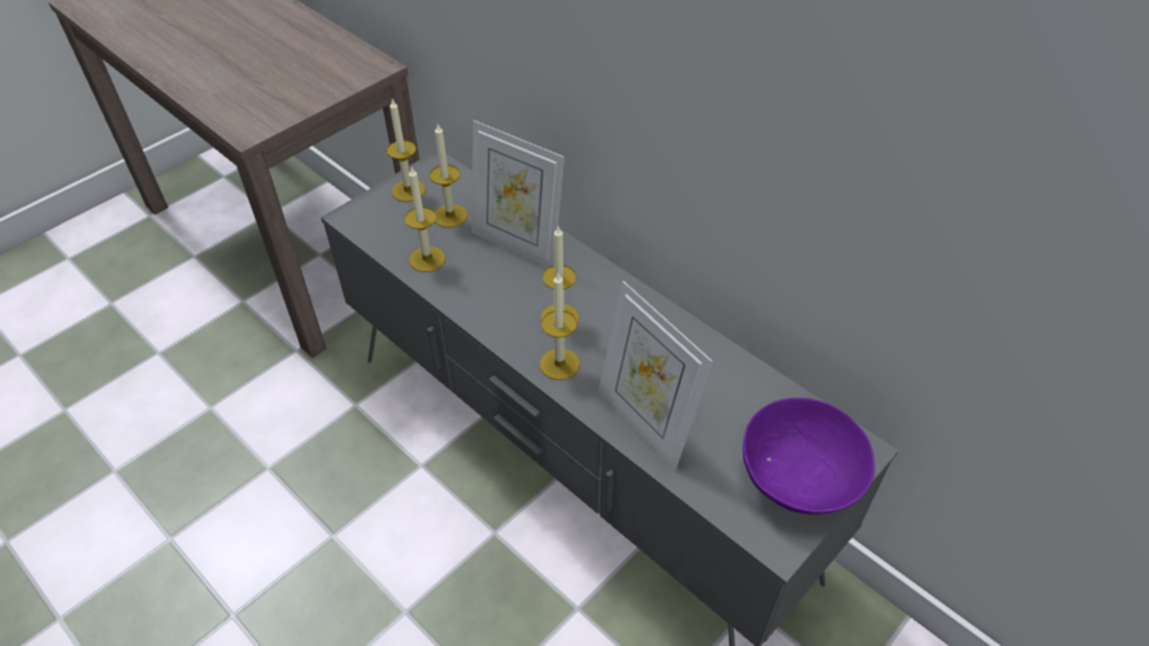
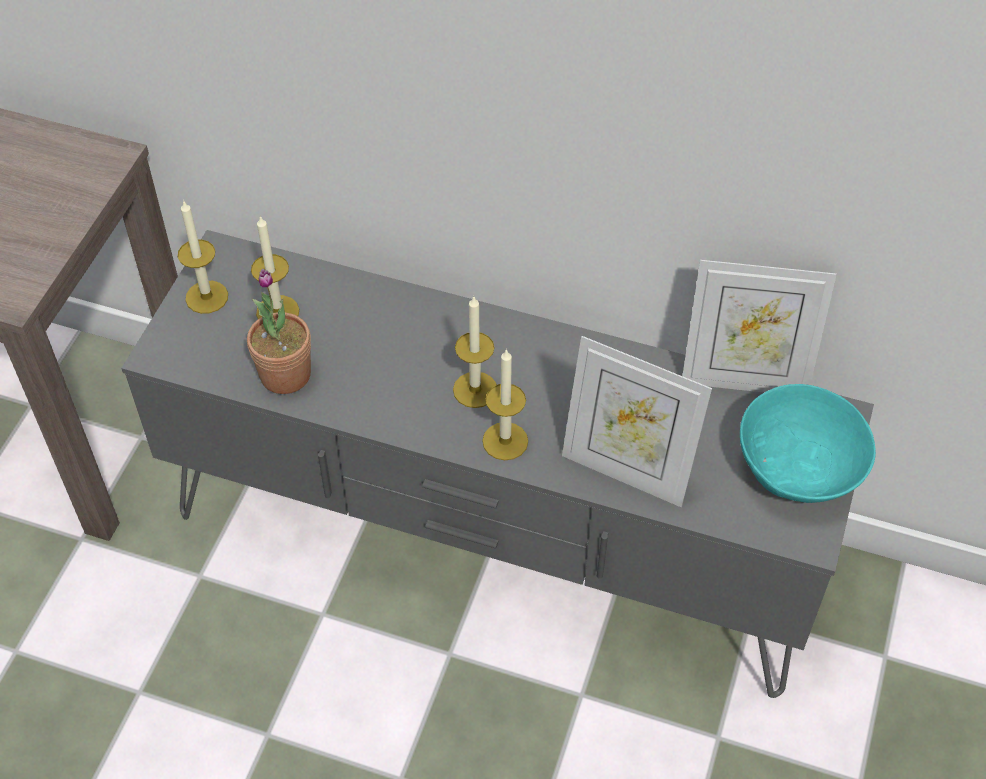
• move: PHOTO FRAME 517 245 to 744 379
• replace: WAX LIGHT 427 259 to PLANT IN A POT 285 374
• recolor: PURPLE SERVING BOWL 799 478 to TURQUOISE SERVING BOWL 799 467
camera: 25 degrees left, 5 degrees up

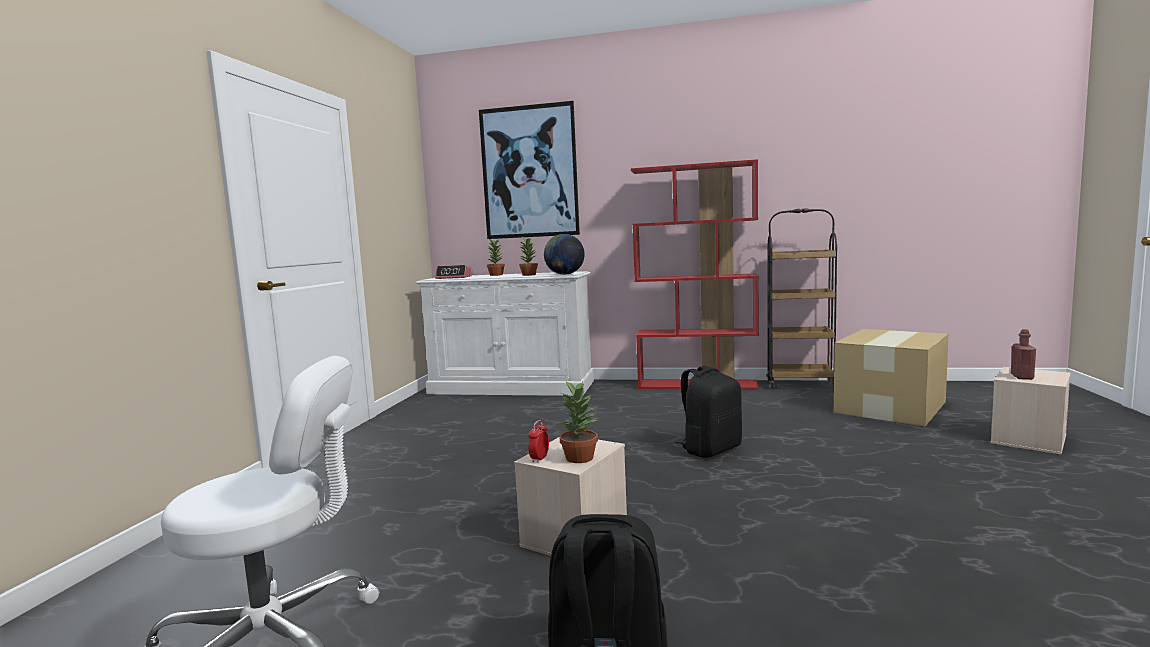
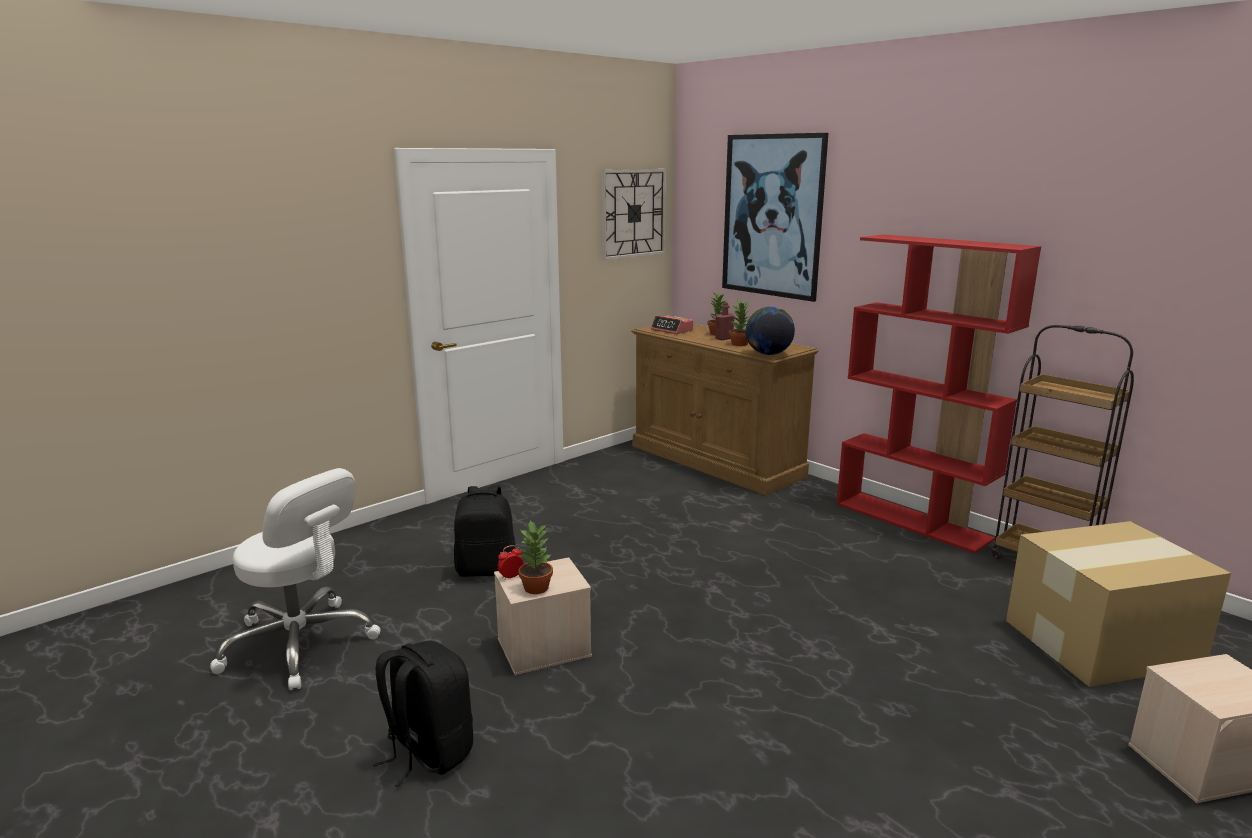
• recolor: WHITISH STORAGE CABINET 512 387 to BROWN STORAGE CABINET 716 461
• move: RED-COLOURED BEVERAGE BOTTLE 1022 377 to 724 338
• move: BLACKISH RUCKSACK 710 449 to 487 569
• insert: WALL CLOCK 633 213
camera: 35 degrees right, 10 degrees up

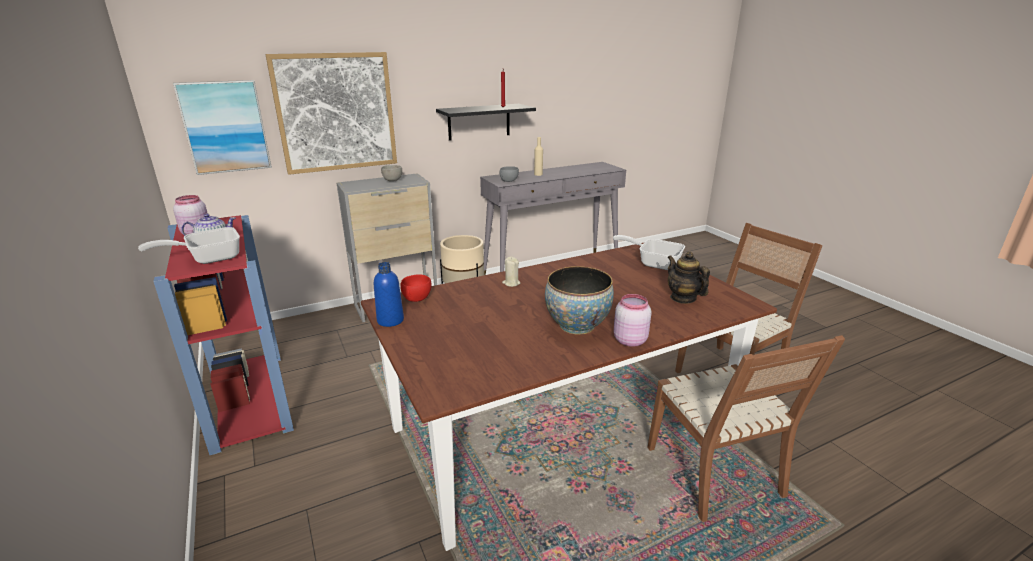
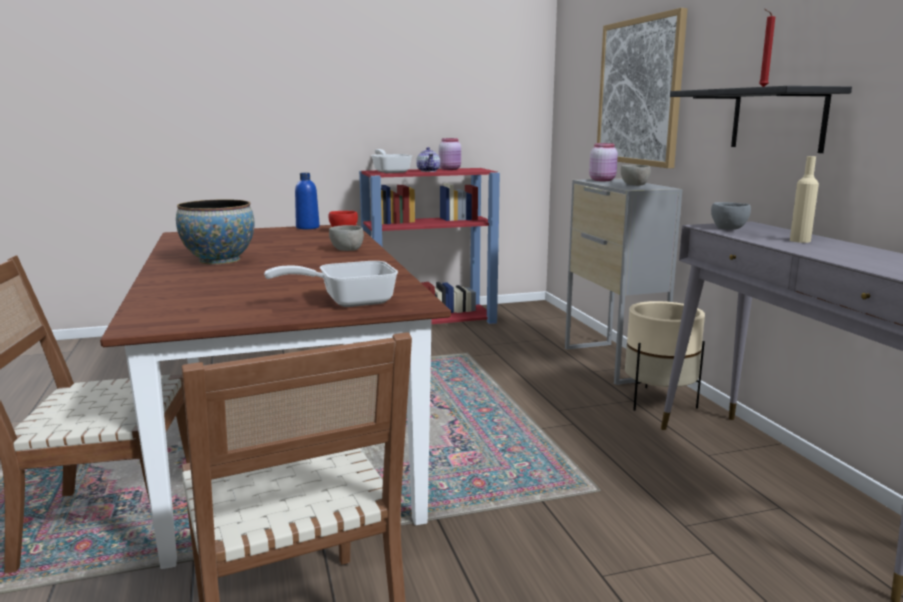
• delete: WALL ART 225 127
• rotate: FRYING PAN 654 263 = 348 301 150 degrees counterclockwise
• delete: TEA POT 683 298
• replace: BEIGE-COLOURED WAX LIGHT 511 283 to GREYISH SERVING BOWL 347 250
• move: PINKISH PRESERVE JAR 629 340 to 602 180
camera: 100 degrees right, 10 degrees down

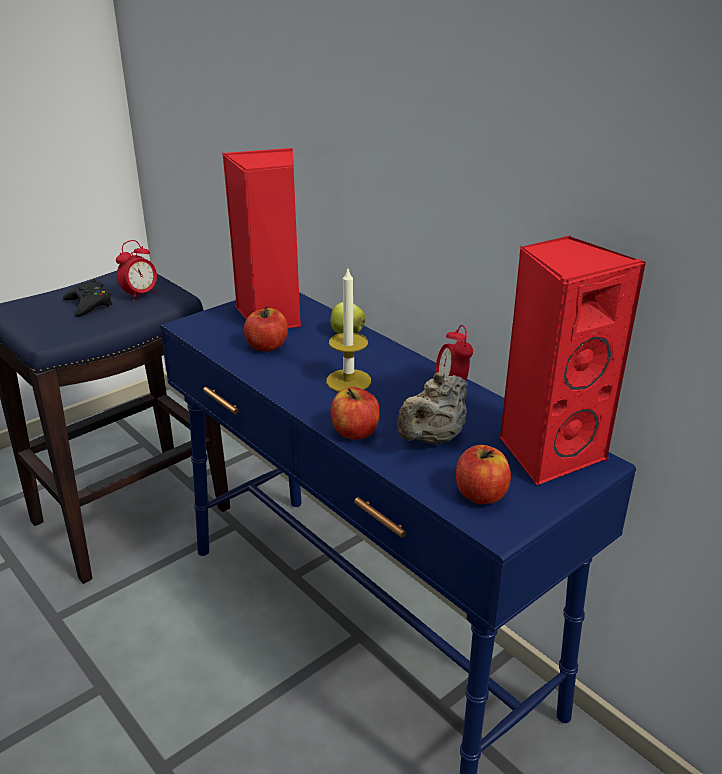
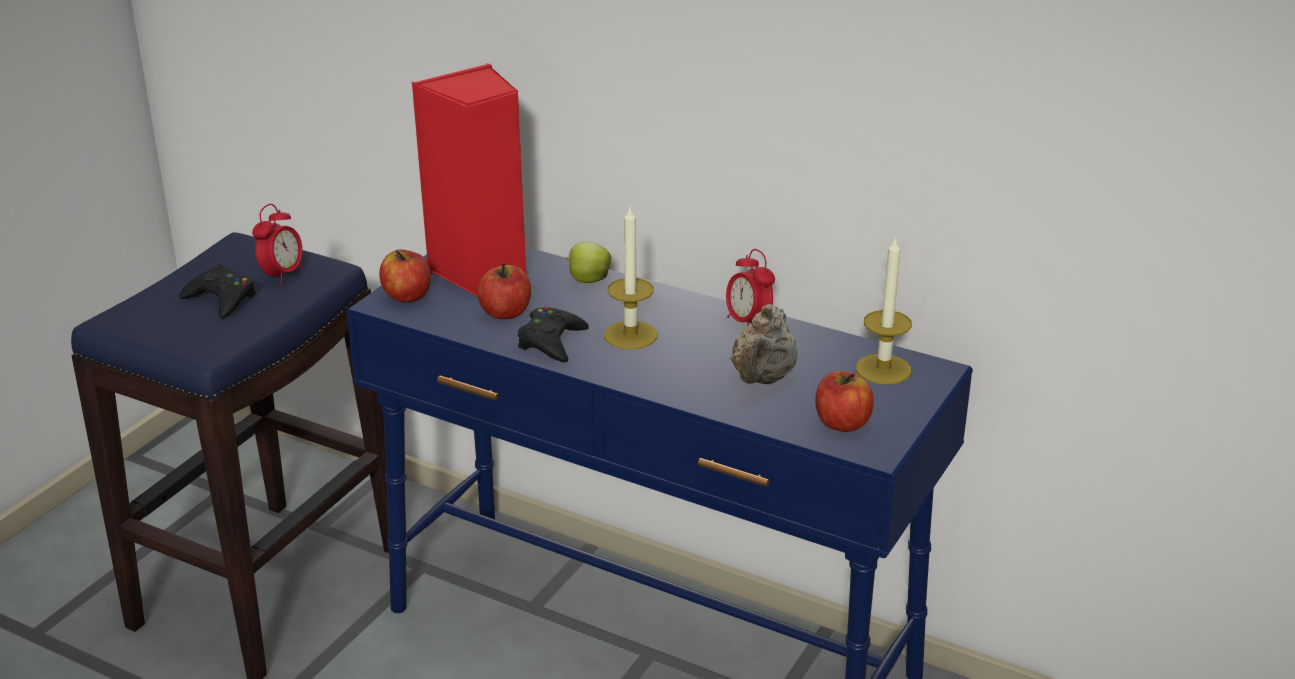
• replace: RED-COLOURED LOUDSPEAKER 548 452 to WAX LIGHT 883 369
• move: WHOLE APPLE 355 432 to 407 296
• insert: BLACKISH JOYPAD 551 341
camera: 20 degrees left, 0 degrees up

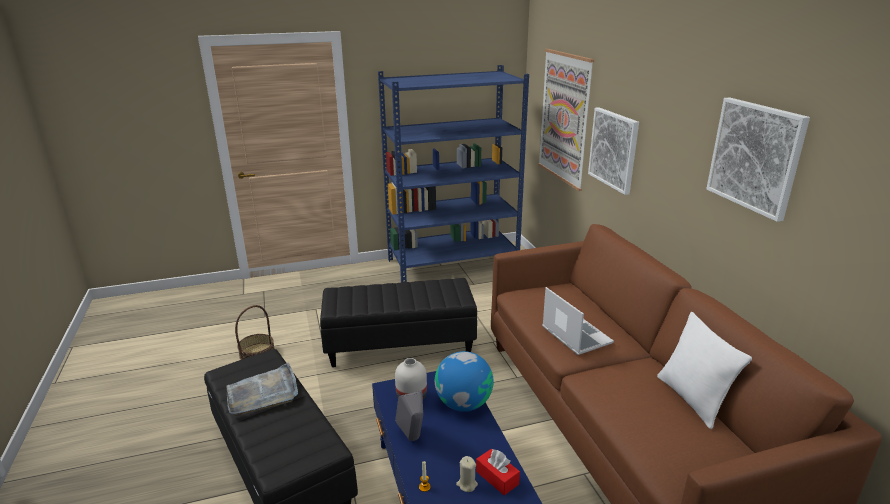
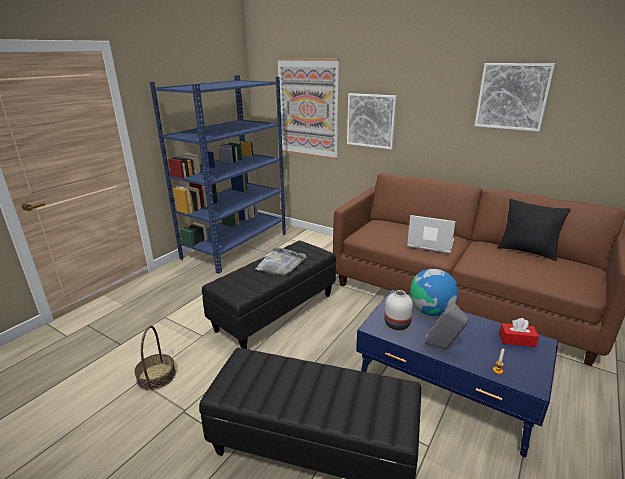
• recolor: WHITISH PILLOW 692 399 to BLACKISH PILLOW 526 251
• move: GREYISH CARRYING TRAY 263 393 to 281 264
• delete: BEIGE-COLOURED WAX LIGHT 467 484
camera: 40 degrees left, 0 degrees up

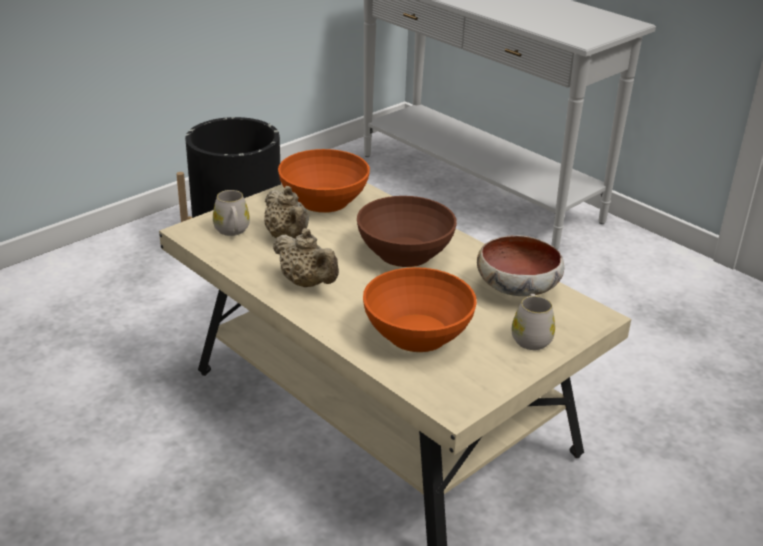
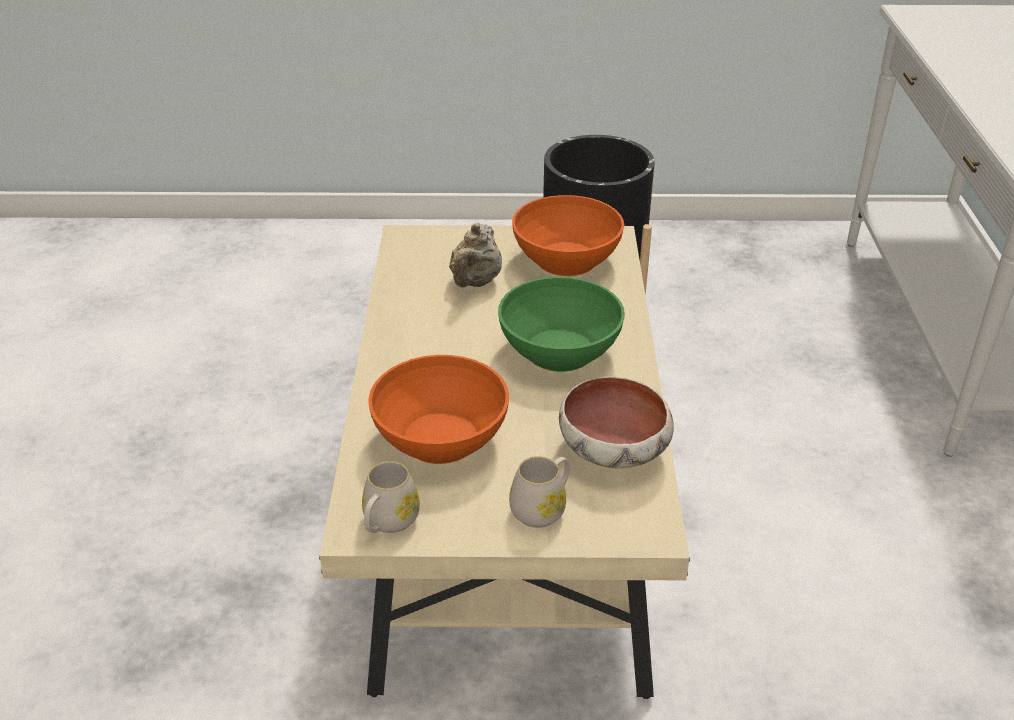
• move: WHITISH MUG 232 231 to 388 522
• recolor: BROWN SERVING BOWL 404 253 to GREENISH SERVING BOWL 558 350
• delete: BEIGE-COLOURED TEA POT 307 283
camera: 45 degrees right, 5 degrees up

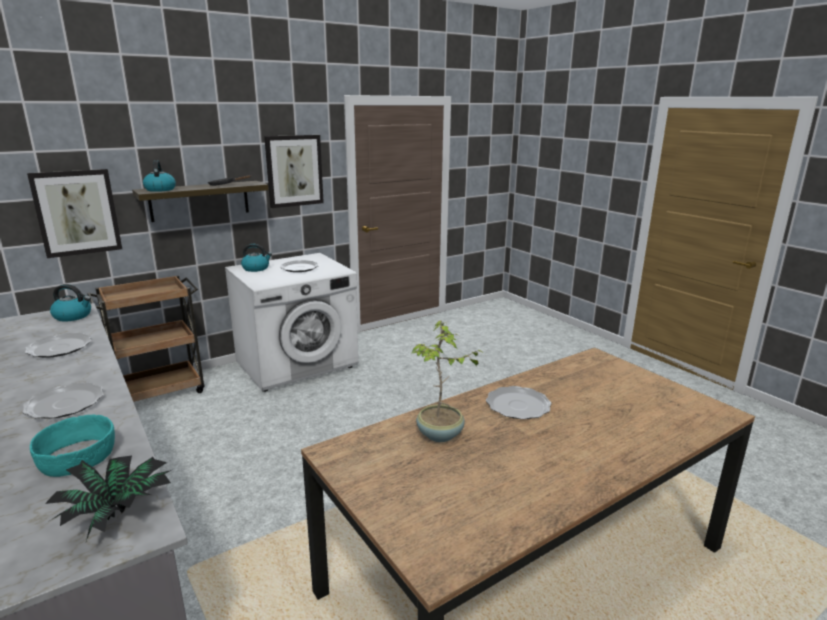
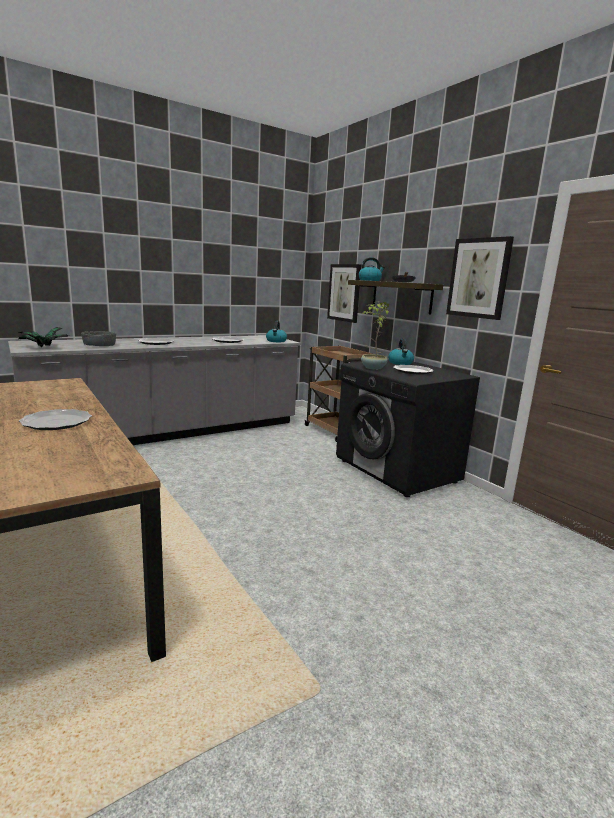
• recolor: WHITISH LAUNDRY APPLIANCE 299 366 to BLACKISH LAUNDRY APPLIANCE 396 472
• move: PLANT IN A POT 440 435 to 372 368
• recolor: TURQUOISE SERVING BOWL 78 456 to GREYISH SERVING BOWL 100 344
camera: 90 degrees right, 5 degrees down

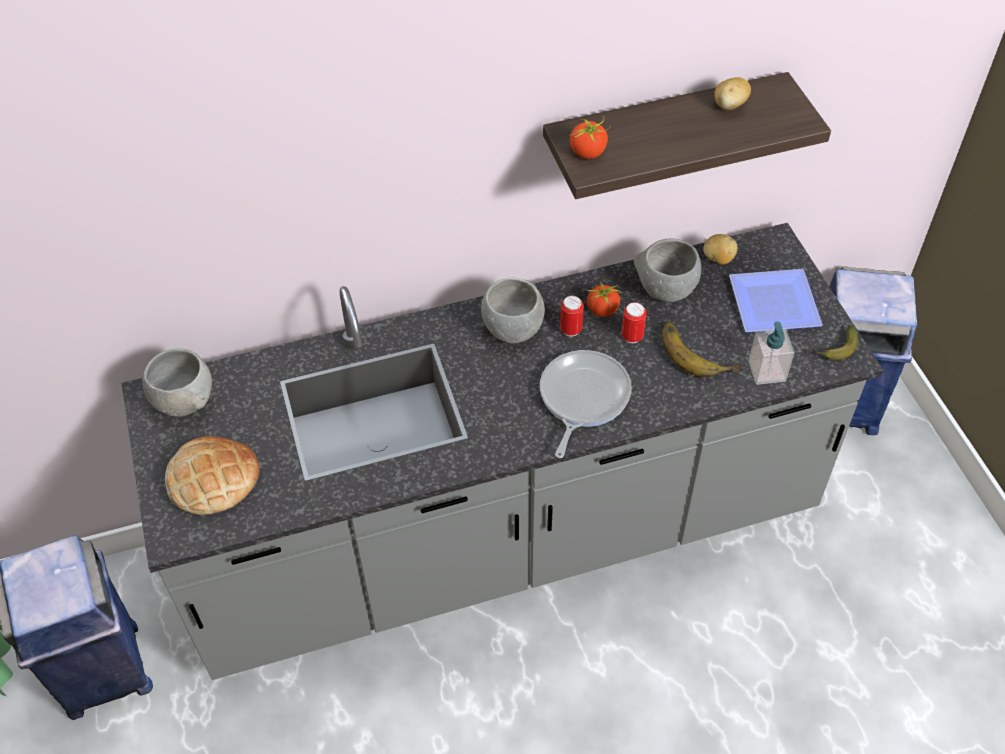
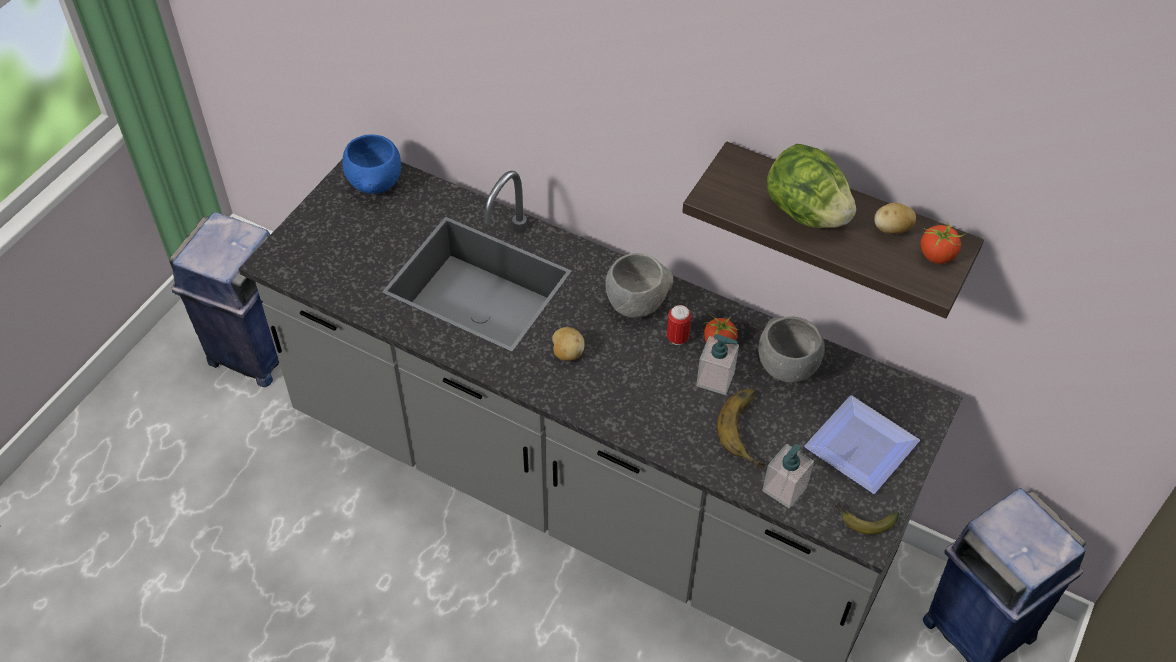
• move: WHOLE TOMATO 588 152 to 937 255
• move: SPUD 718 259 to 567 353
• replace: SEALED CAN 632 336 to LIQUID SOAP BOTTLE 715 379
• recolor: GREYISH SERVING BOWL 186 404 to BLUISH SERVING BOWL 375 186
• delete: FRYING PAN 582 398
• delete: BAKED BREAD 213 479
• insert: LETTUCE 806 213
camera: 45 degrees right, 0 degrees up

